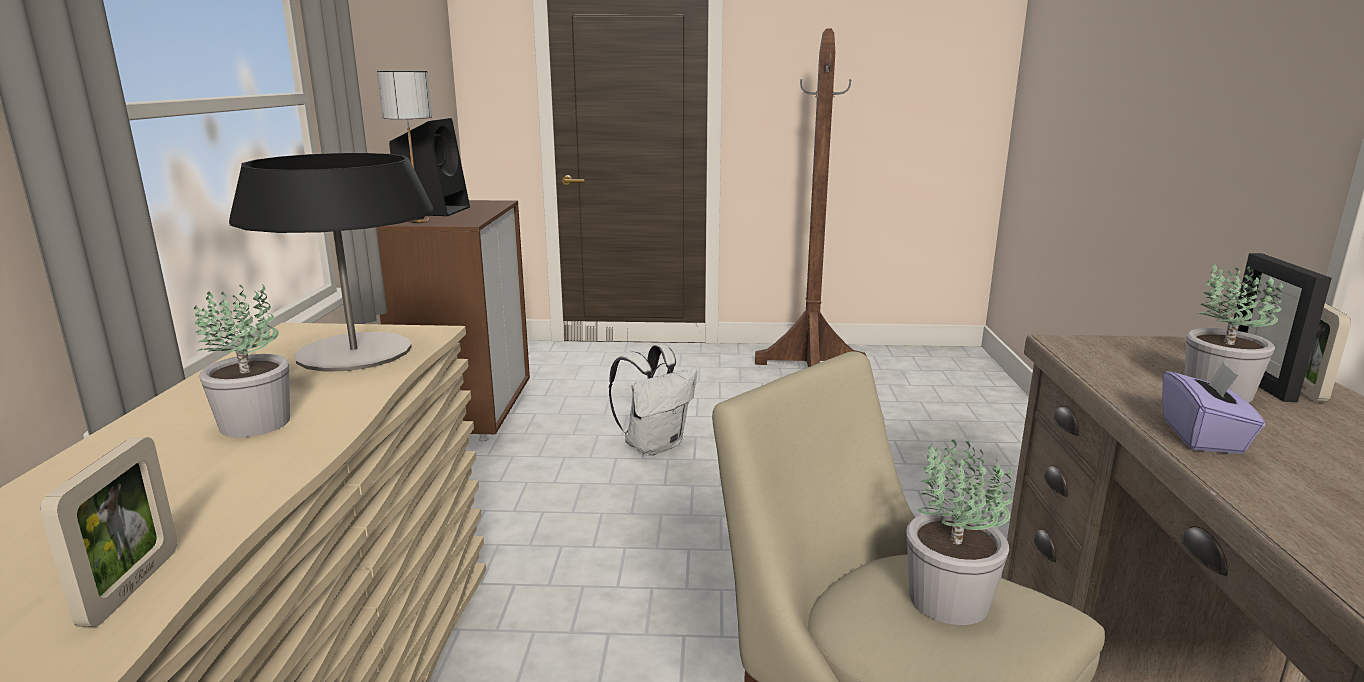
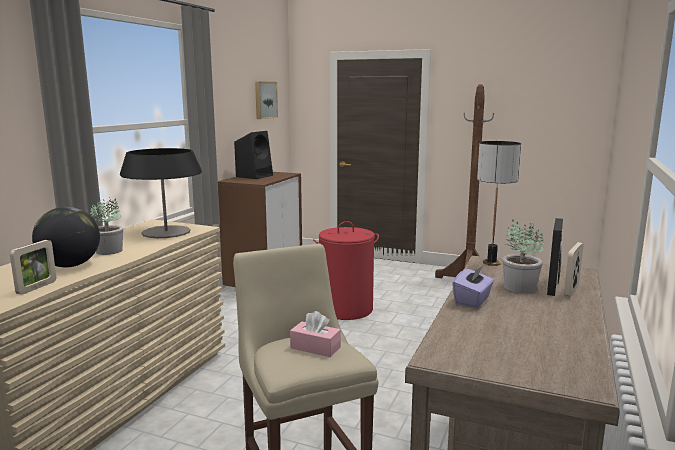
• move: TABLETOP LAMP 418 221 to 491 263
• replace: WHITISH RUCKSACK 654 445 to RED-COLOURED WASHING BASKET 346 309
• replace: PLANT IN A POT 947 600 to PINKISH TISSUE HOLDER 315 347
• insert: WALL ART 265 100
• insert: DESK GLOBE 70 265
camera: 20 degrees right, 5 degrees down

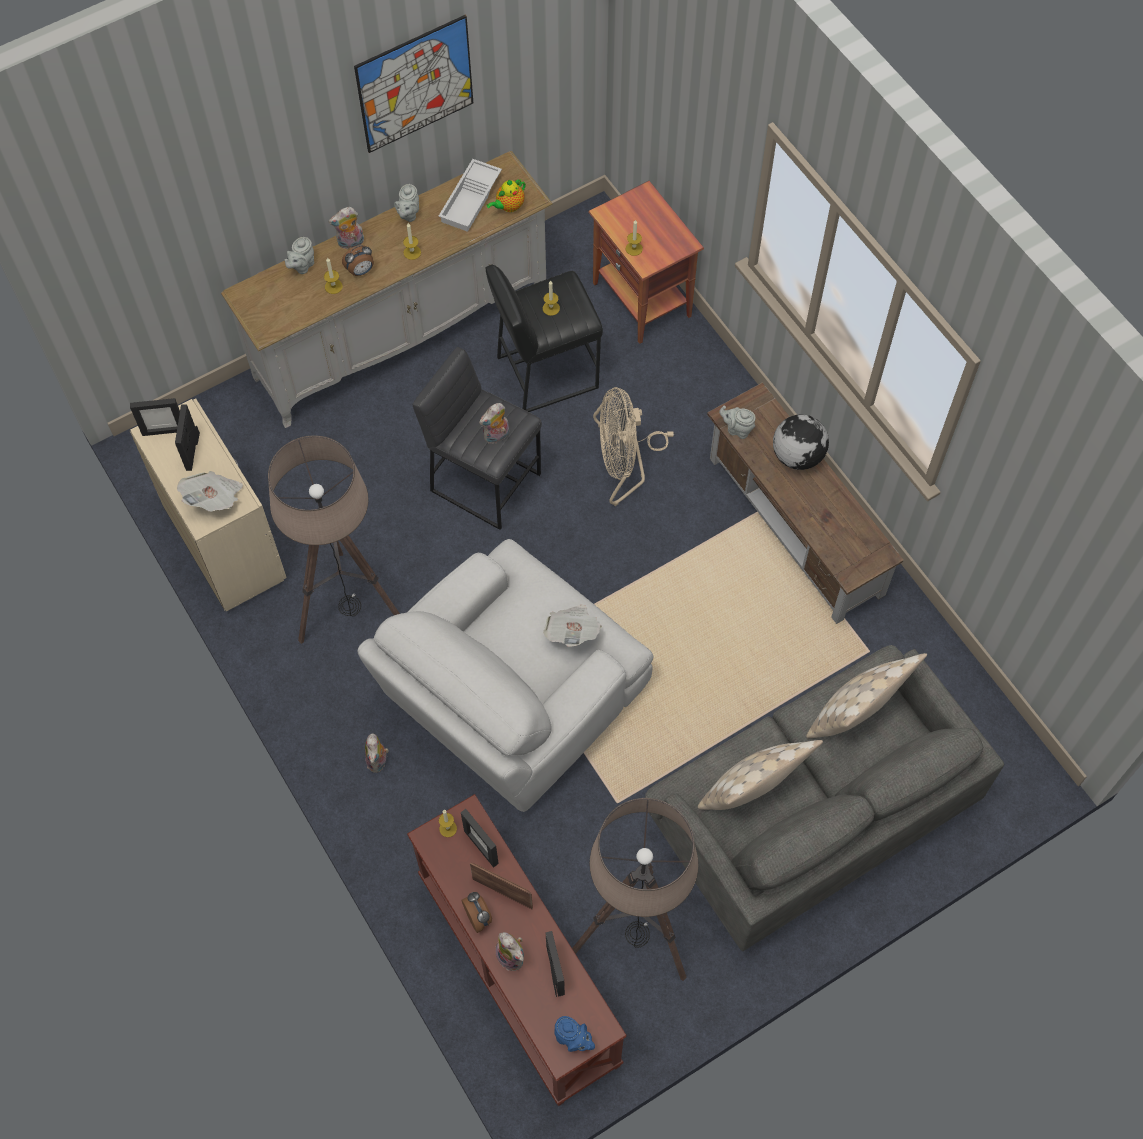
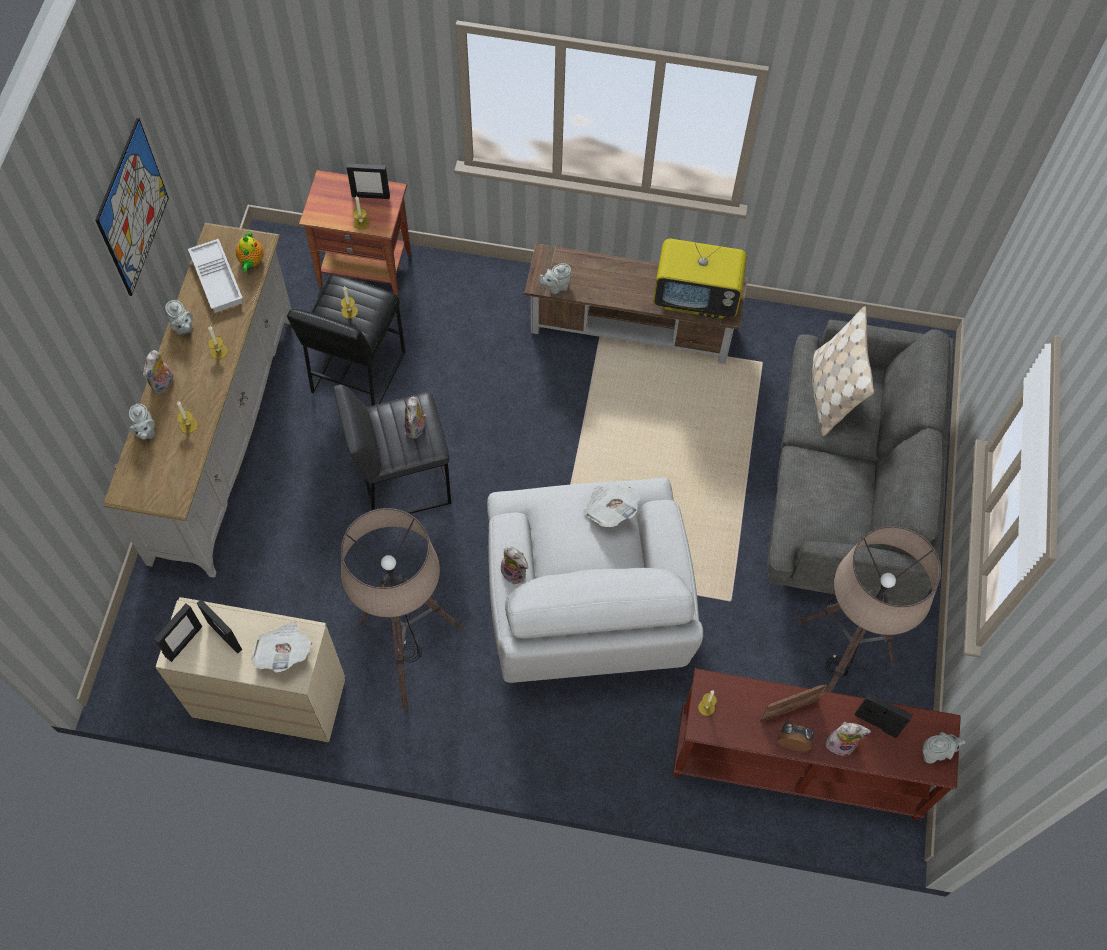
• delete: TABLE CLOCK 361 271
• delete: BEIGE-COLOURED COOLING FAN 625 459
• delete: DESK GLOBE 797 455
• move: SOFT TOY 378 761 to 515 572
• delete: BEIGE-COLOURED PILLOW 752 789
• move: PHOTO FRAME 482 846 to 370 195
• recolor: BLUISH TEA POT 573 1039 to GREYISH TEA POT 936 752
• insert: TELEVISION 697 298
camera: 50 degrees left, 0 degrees up

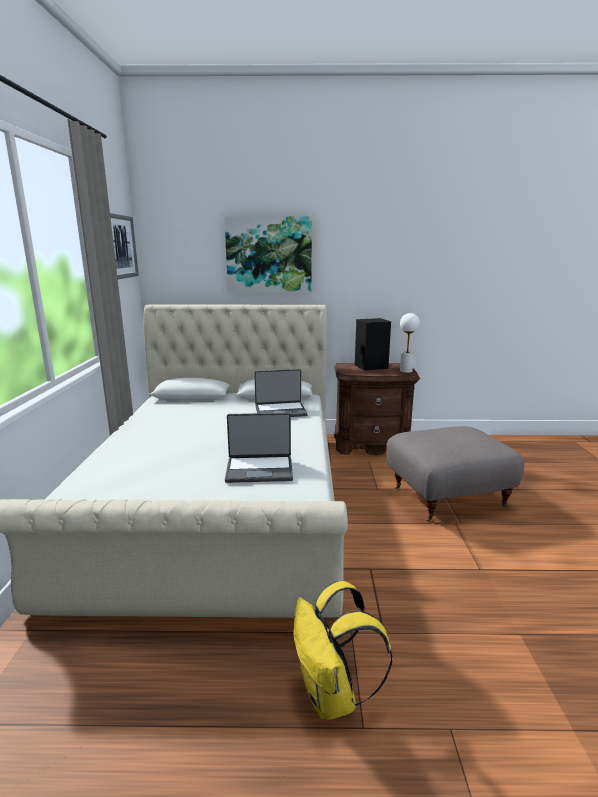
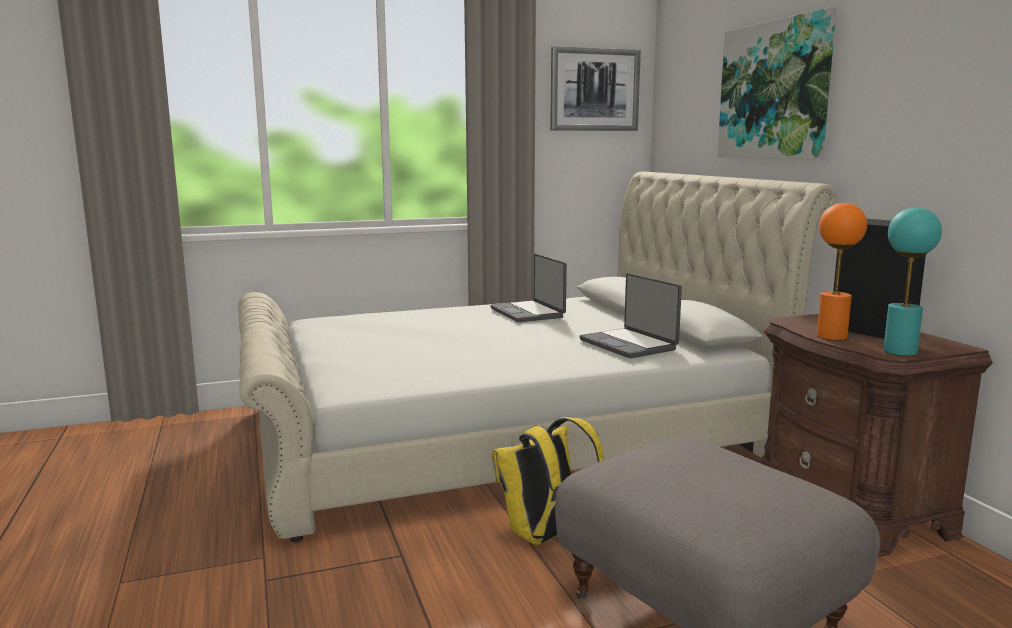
• recolor: WHITISH TABLETOP LAMP 405 371 to TURQUOISE TABLETOP LAMP 899 351
• move: NOTEBOOK COMPUTER 259 469 to 528 313
• move: YELLOW RUCKSACK 332 696 to 545 536
• insert: ORANGE TABLETOP LAMP 831 336
camera: 70 degrees right, 5 degrees down

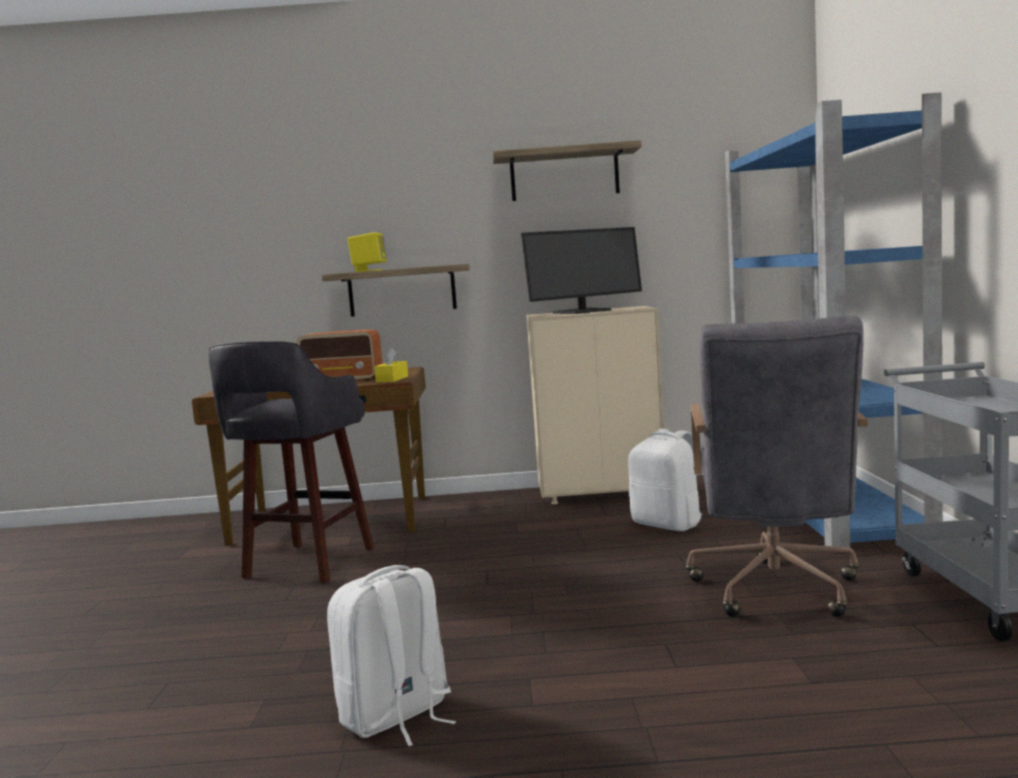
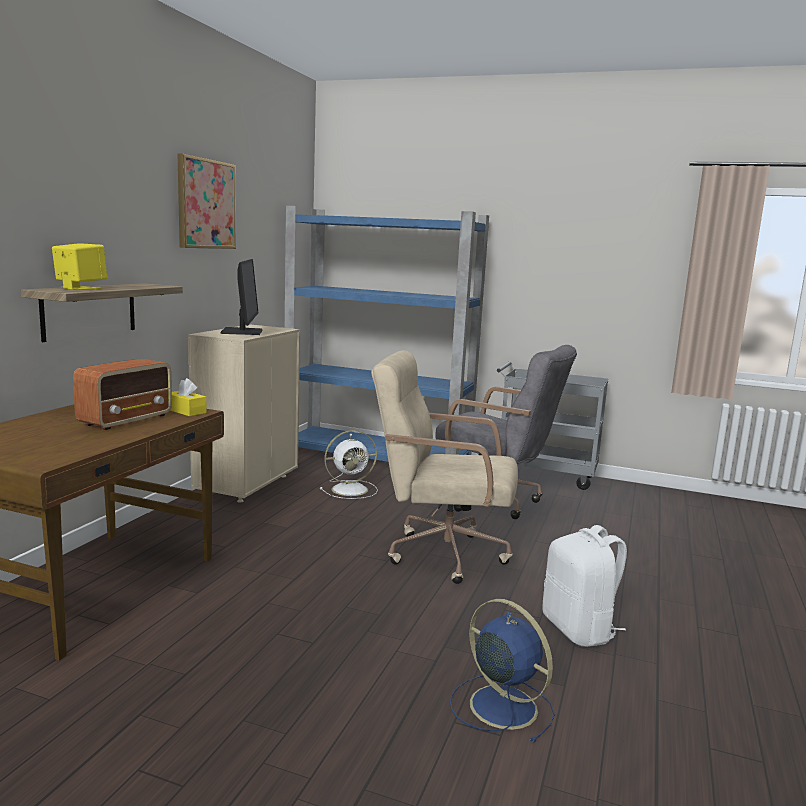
• replace: BRACKET SHELF 564 174 to WALL ART 206 204
• delete: GREYISH STOOL SEAT 306 565
• replace: WHITISH RUCKSACK 668 524 to WHITISH COOLING FAN 351 489
• insert: BEIGE-COLOURED DESK CHAIR 439 555
• insert: BLUISH COOLING FAN 500 705
camera: 70 degrees left, 5 degrees up

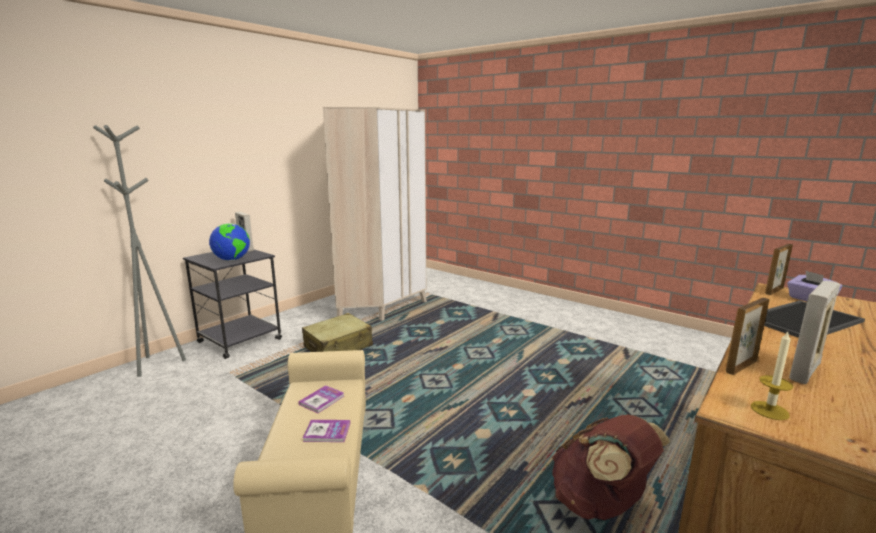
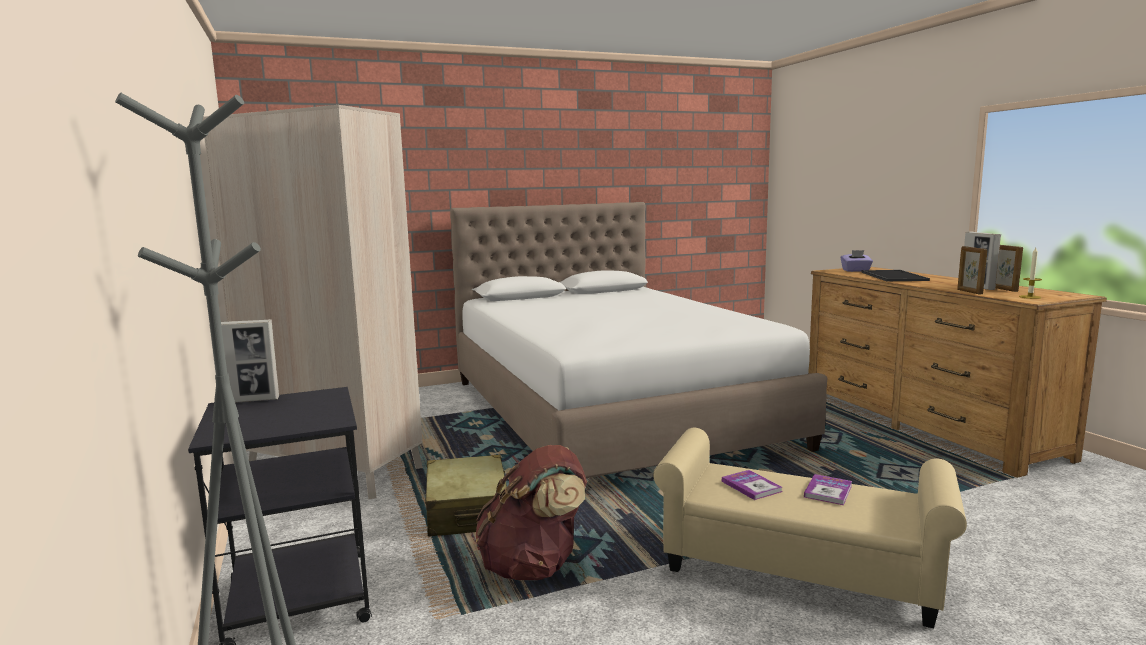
• delete: DESK GLOBE 232 260
• move: PHOTO FRAME 773 291 to 1003 289
• move: BROWN RUCKSACK 600 504 to 534 566
• insert: WHITISH BED 611 411
camera: 60 degrees left, 5 degrees down

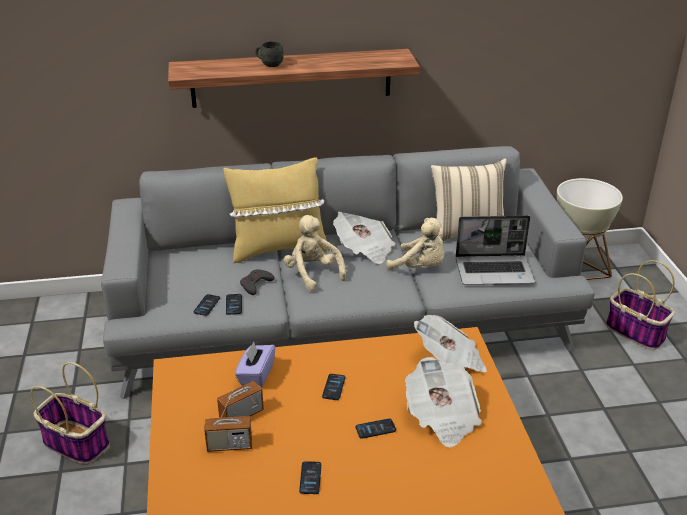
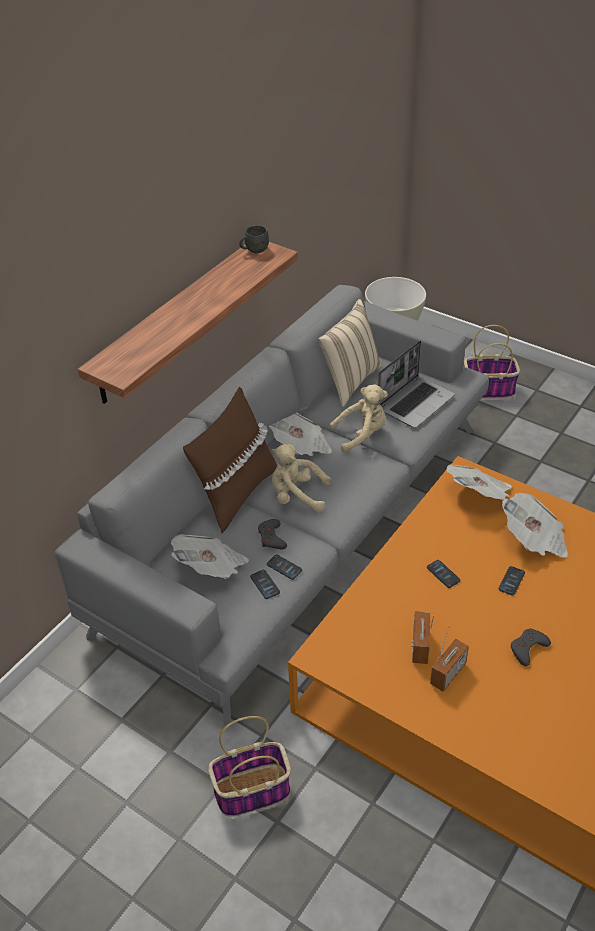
• move: GREYISH MUG 269 64 to 254 250
• recolor: YELLOW PILLOW 278 249 to BROWN PILLOW 236 494
• delete: PURPLE TISSUE HOLDER 256 375
• replace: HANDSET 310 478 to GREYISH JOYPAD 528 648
• insert: DAILY PAPER 211 568
camera: 45 degrees left, 10 degrees up

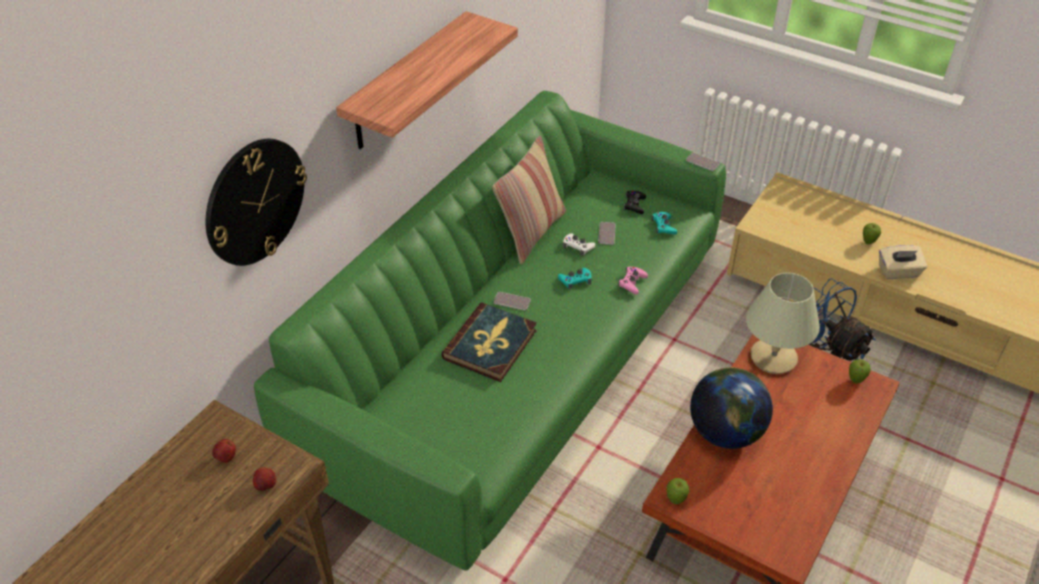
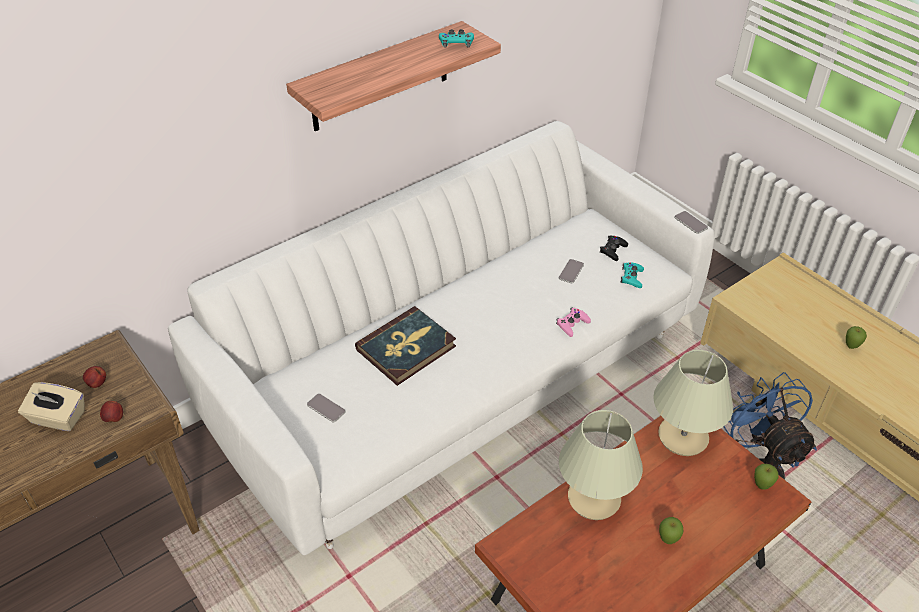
• recolor: GREENISH COUCH 518 366 to WHITISH COUCH 459 378
• delete: PILLOW 531 233
• delete: WALL CLOCK 255 201
• delete: WHITISH JOYPAD 578 247
• move: BEIGE-COLOURED TISSUE HOLDER 898 272 to 58 418
• move: TURQUOISE JOYPAD 575 280 to 456 43
• move: HANDSET 512 301 to 326 408
• replace: DESK GLOBE 725 432 to BEIGE-COLOURED TABLETOP LAMP 594 498
• move: WHOLE APPLE 675 501 to 668 540
camera: 20 degrees right, 0 degrees up

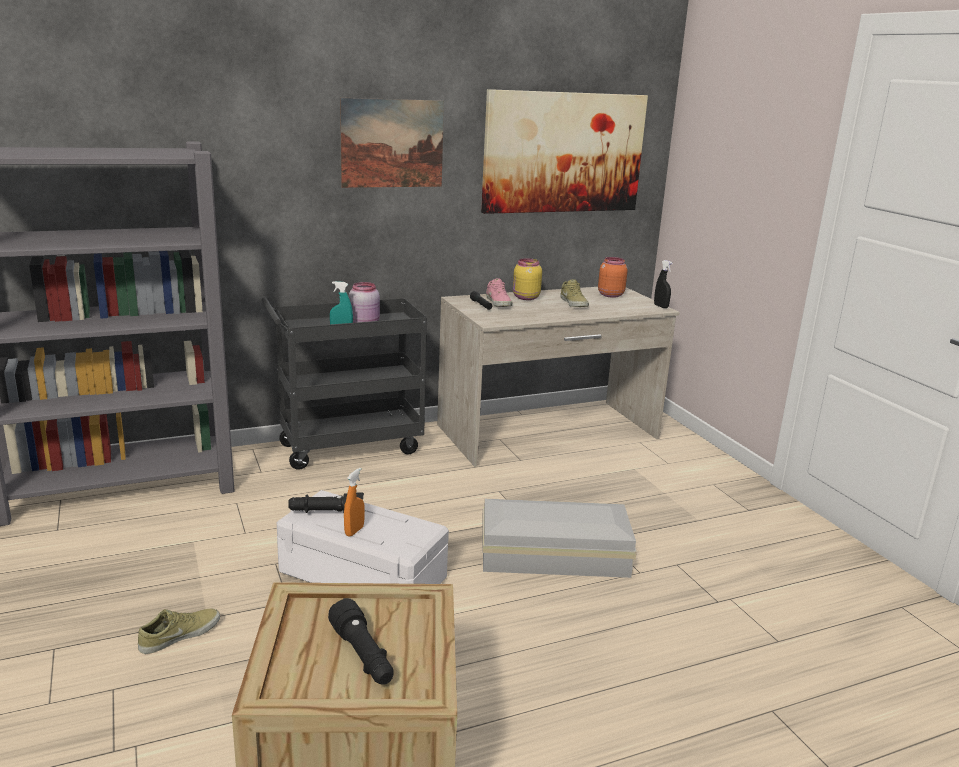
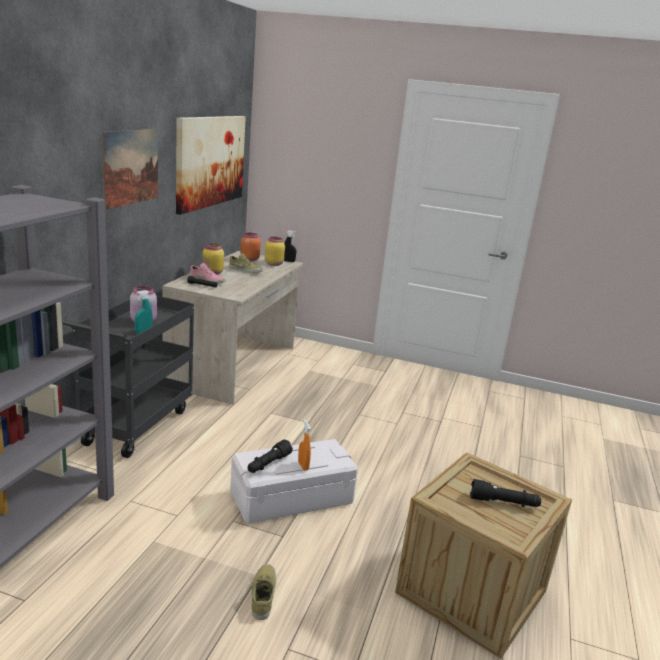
• delete: WHITISH STORAGE BOX 556 555
• insert: YELLOW PRESERVE JAR 274 263
camera: 50 degrees left, 0 degrees up

